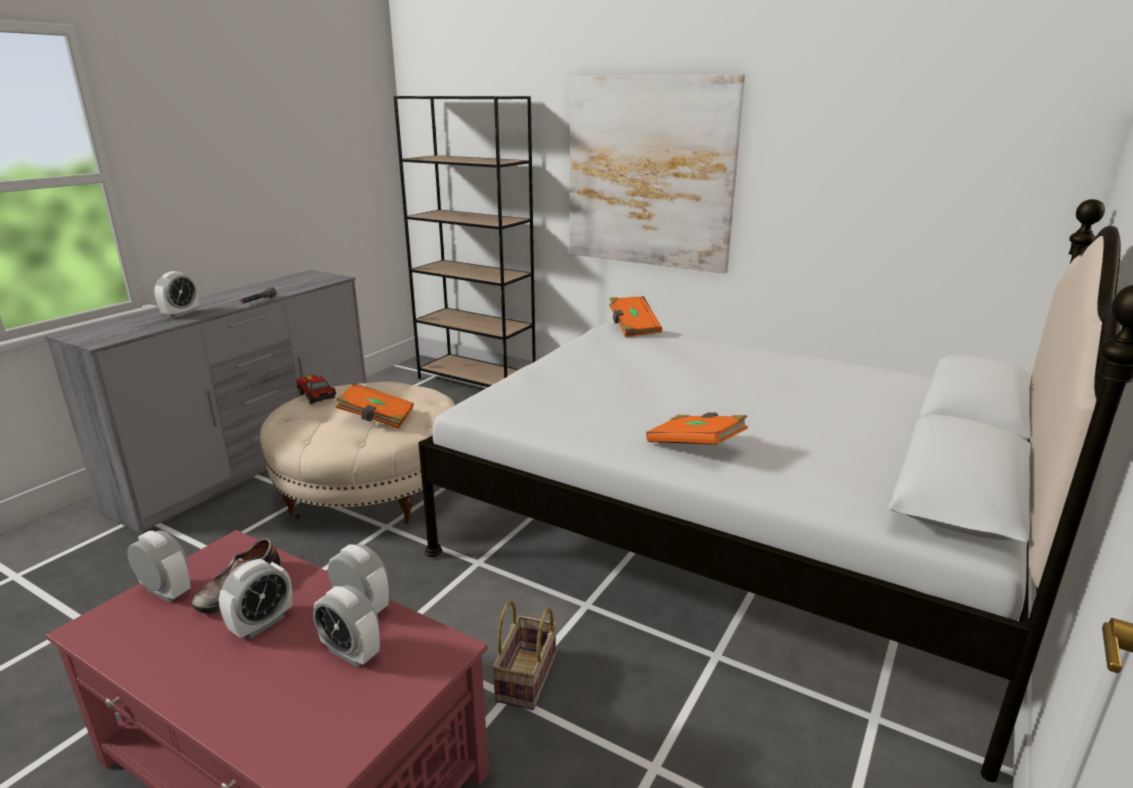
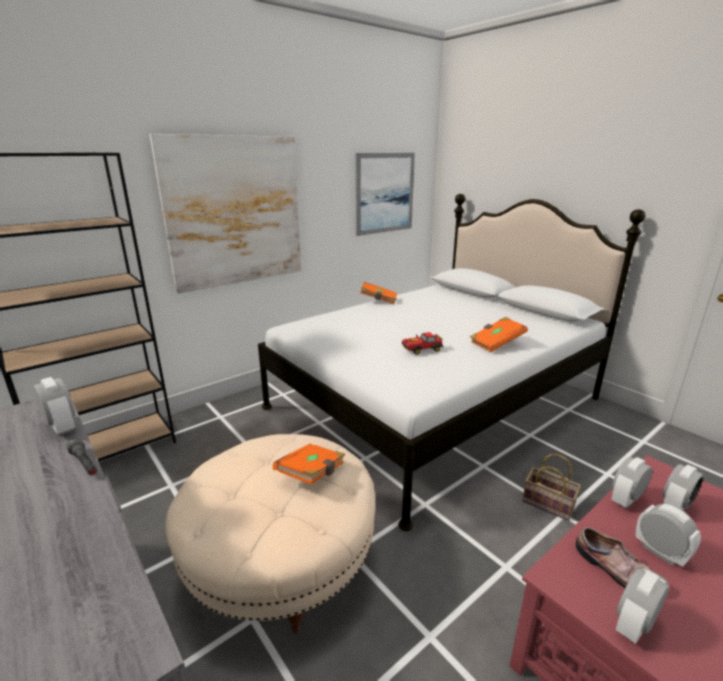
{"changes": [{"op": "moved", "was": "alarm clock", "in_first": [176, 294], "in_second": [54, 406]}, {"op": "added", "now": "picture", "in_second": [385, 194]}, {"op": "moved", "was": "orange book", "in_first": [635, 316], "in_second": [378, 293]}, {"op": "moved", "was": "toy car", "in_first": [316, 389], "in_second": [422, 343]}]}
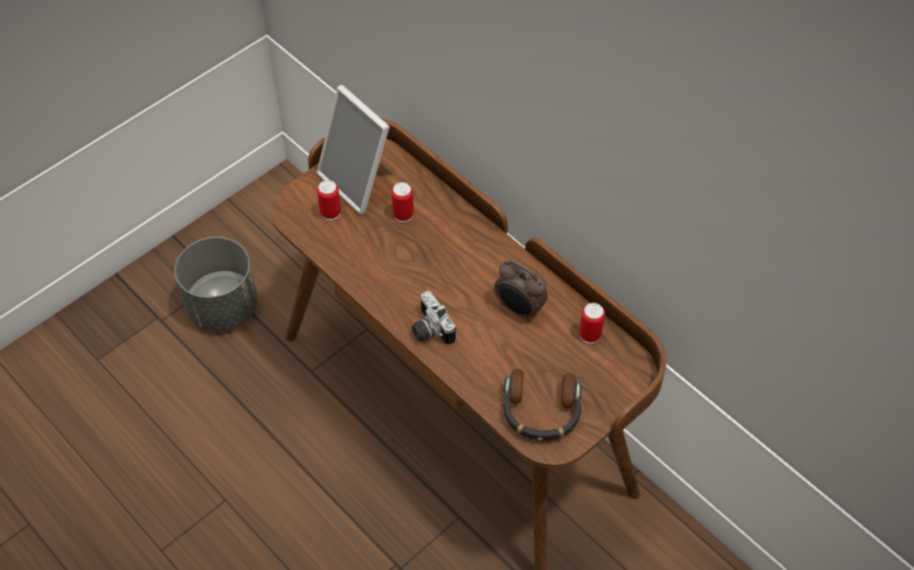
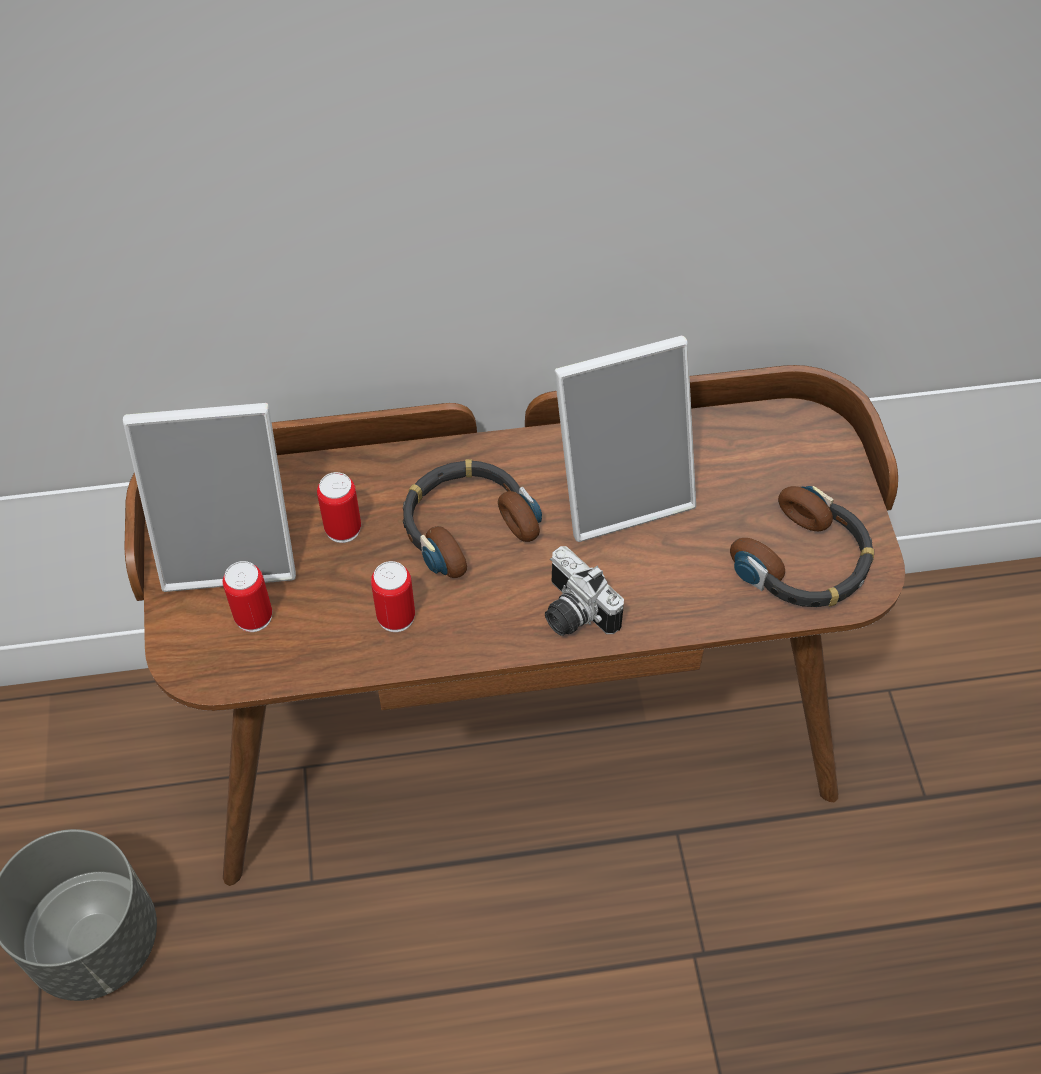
{"changes": [{"op": "moved", "was": "can", "in_first": [592, 323], "in_second": [393, 596]}, {"op": "added", "now": "headphones", "in_second": [472, 518]}, {"op": "turned", "was": "photo camera", "in_first": [433, 318], "in_second": [584, 591], "clockwise": 45}, {"op": "replaced", "was": "alarm clock", "now": "picture frame", "in_first": [521, 290], "in_second": [625, 439]}]}
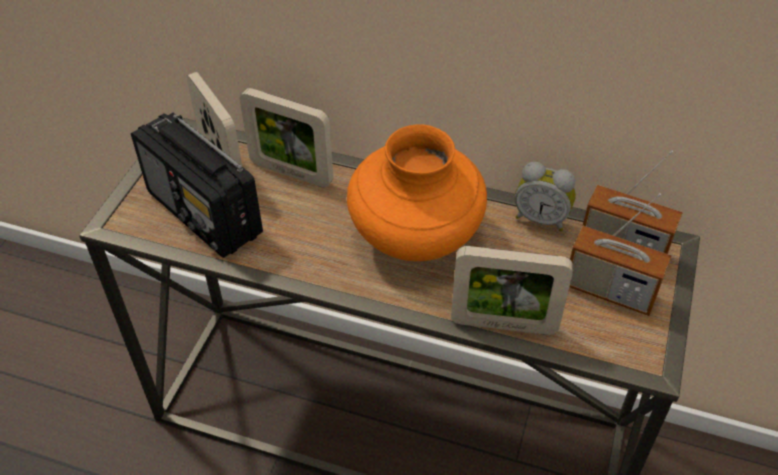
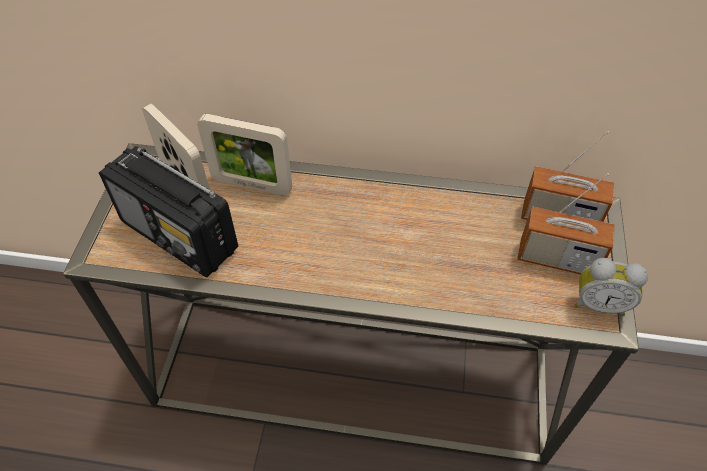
{"changes": [{"op": "moved", "was": "alarm clock", "in_first": [545, 196], "in_second": [611, 287]}, {"op": "removed", "was": "orange vase", "in_first": [417, 193]}, {"op": "removed", "was": "picture frame", "in_first": [511, 290]}]}
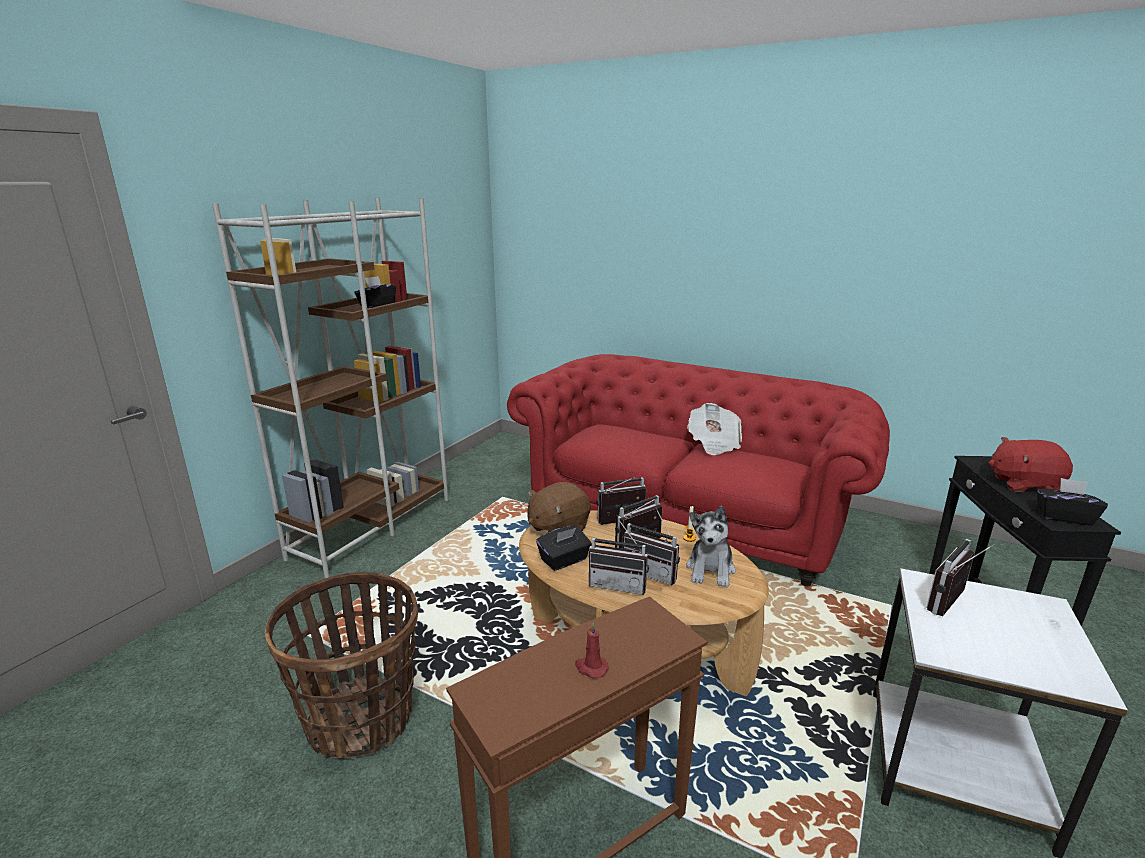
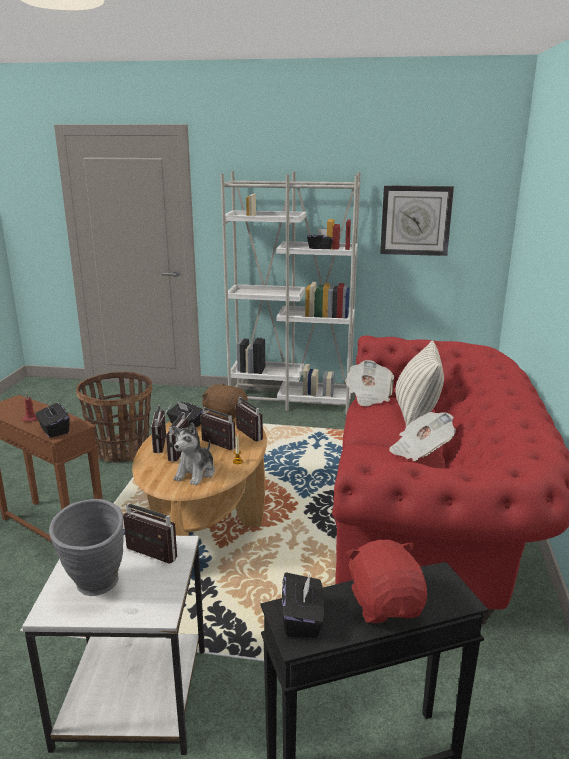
{"changes": [{"op": "added", "now": "black tissue box", "in_second": [52, 420]}, {"op": "added", "now": "grey vase", "in_second": [86, 547]}, {"op": "turned", "was": "plush toy", "in_first": [711, 546], "in_second": [194, 454], "clockwise": -60}, {"op": "recoloured", "was": "brown bookcase", "now": "white bookcase", "in_first": [330, 388], "in_second": [291, 293]}, {"op": "added", "now": "newspaper", "in_second": [369, 383]}, {"op": "added", "now": "wall clock", "in_second": [417, 220]}, {"op": "added", "now": "pillow", "in_second": [419, 383]}]}
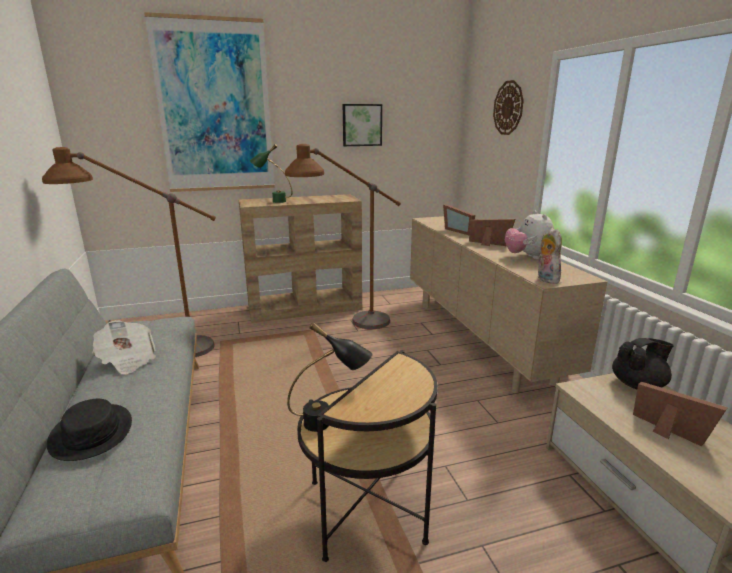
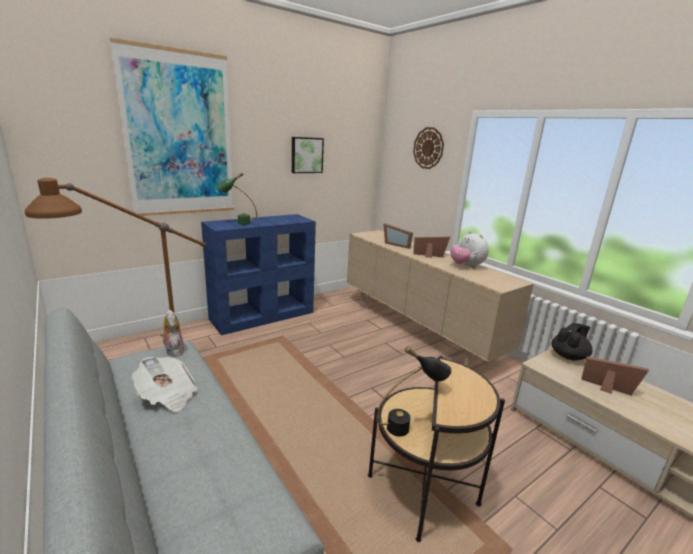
{"changes": [{"op": "moved", "was": "plush toy", "in_first": [550, 256], "in_second": [172, 333]}, {"op": "recoloured", "was": "brown bookcase", "now": "blue bookcase", "in_first": [300, 258], "in_second": [258, 274]}, {"op": "removed", "was": "black hat", "in_first": [89, 430]}, {"op": "removed", "was": "brown floor lamp", "in_first": [343, 236]}]}
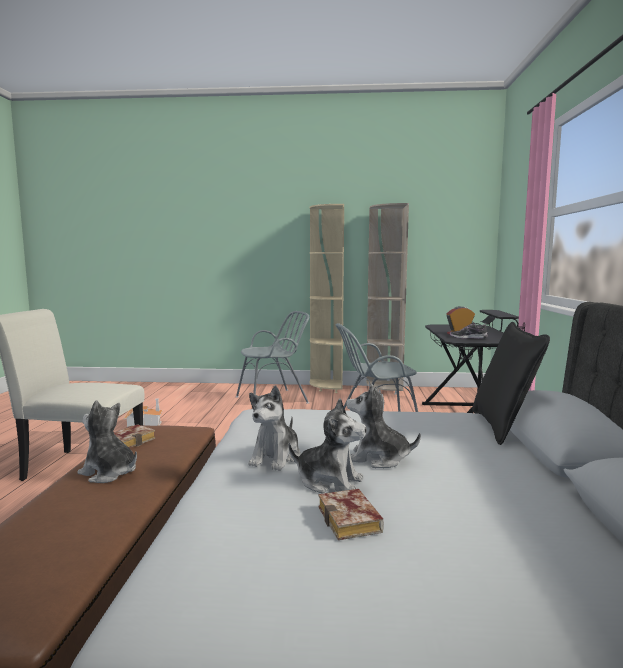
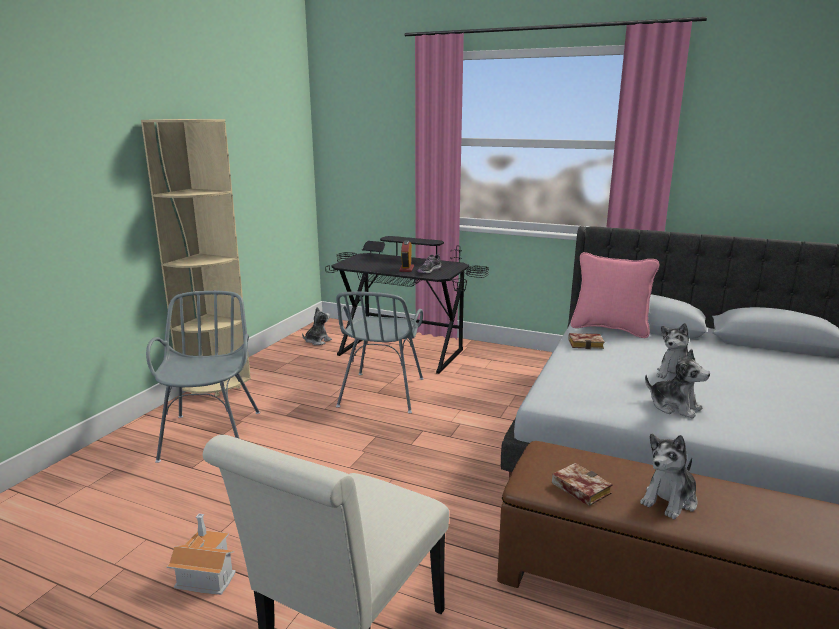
{"changes": [{"op": "moved", "was": "plush toy", "in_first": [327, 446], "in_second": [317, 326]}, {"op": "moved", "was": "book", "in_first": [351, 514], "in_second": [586, 341]}, {"op": "recoloured", "was": "black pillow", "now": "pink pillow", "in_first": [511, 383], "in_second": [615, 295]}, {"op": "removed", "was": "beige bookcase", "in_first": [387, 299]}]}
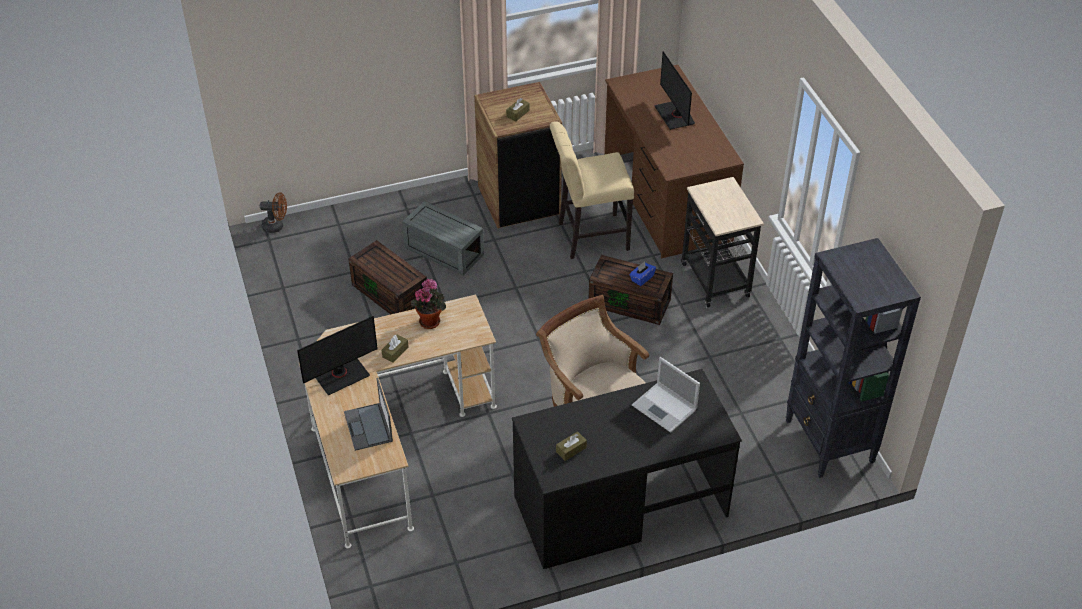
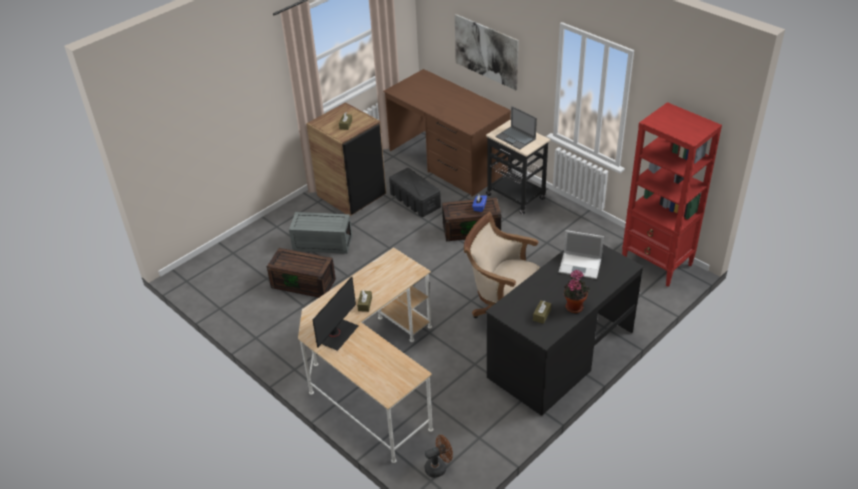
{"changes": [{"op": "replaced", "was": "beige stool", "now": "black storage box", "in_first": [592, 190], "in_second": [415, 192]}, {"op": "moved", "was": "brown fan", "in_first": [273, 212], "in_second": [439, 456]}, {"op": "added", "now": "picture", "in_second": [487, 52]}, {"op": "moved", "was": "laptop", "in_first": [368, 414], "in_second": [516, 127]}, {"op": "moved", "was": "potted plant", "in_first": [428, 303], "in_second": [577, 291]}, {"op": "recoloured", "was": "black bookcase", "now": "red bookcase", "in_first": [853, 358], "in_second": [672, 194]}, {"op": "removed", "was": "monitor", "in_first": [674, 91]}]}
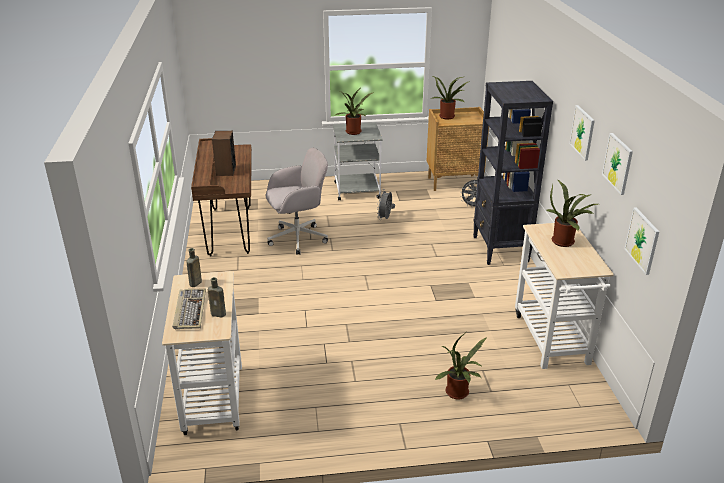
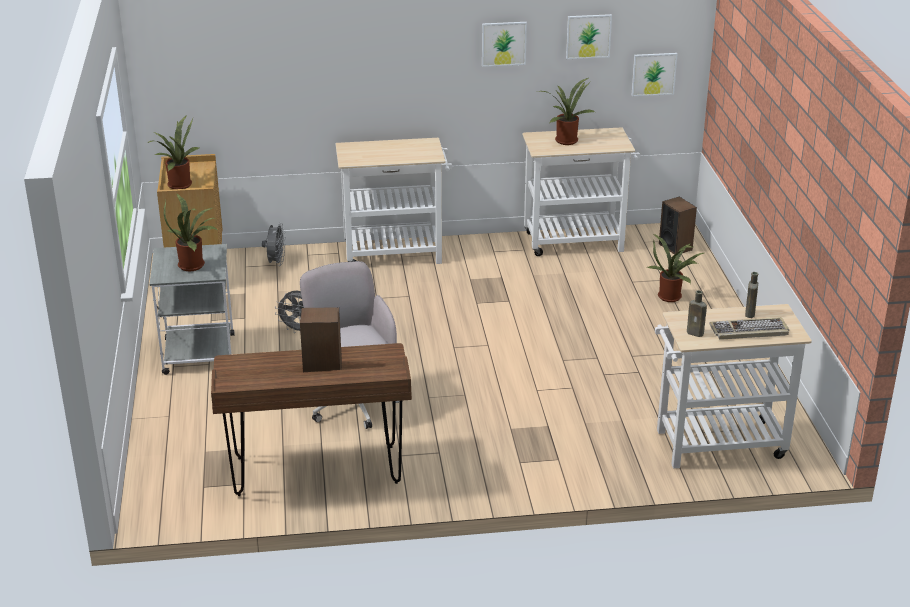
{"changes": [{"op": "replaced", "was": "black bookcase", "now": "white cart", "in_first": [513, 173], "in_second": [394, 201]}, {"op": "added", "now": "speaker", "in_second": [678, 226]}]}
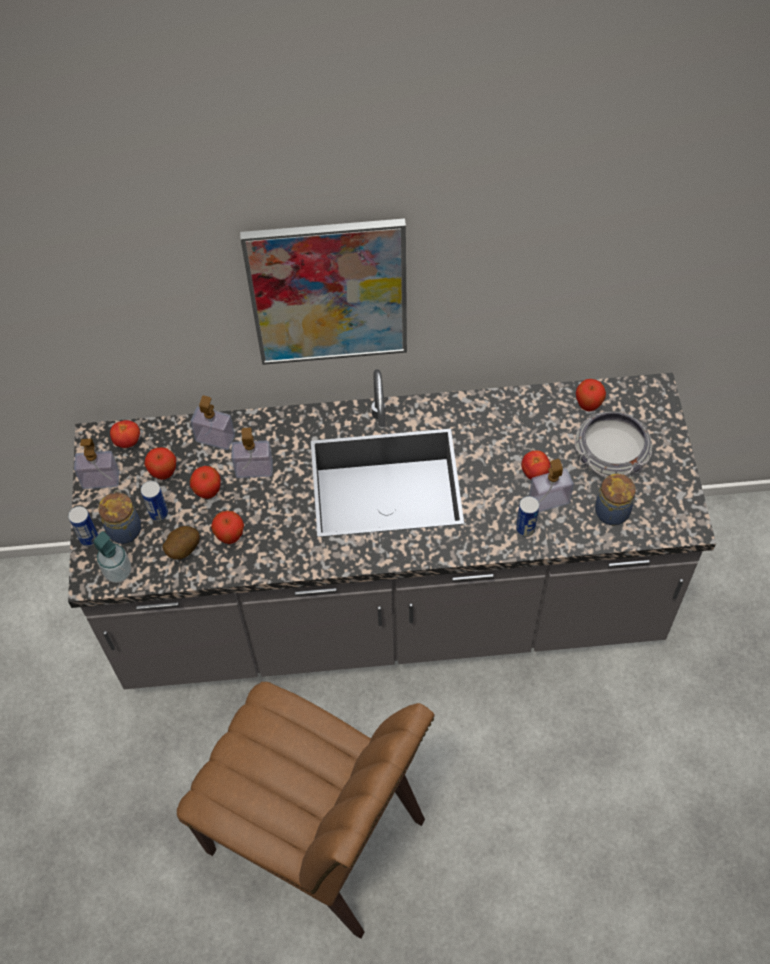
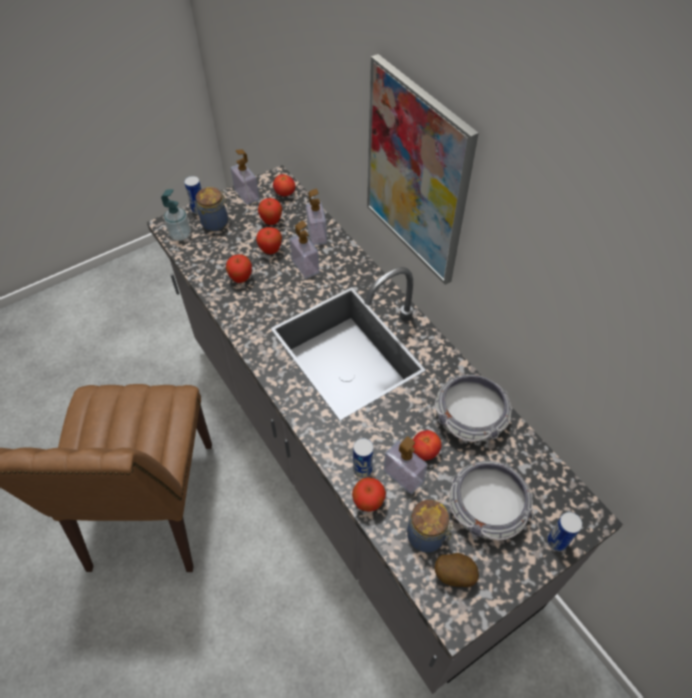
{"changes": [{"op": "moved", "was": "apple", "in_first": [591, 395], "in_second": [369, 495]}, {"op": "moved", "was": "potato", "in_first": [181, 543], "in_second": [456, 570]}, {"op": "added", "now": "bowl", "in_second": [473, 408]}, {"op": "moved", "was": "can", "in_first": [154, 501], "in_second": [564, 531]}]}
